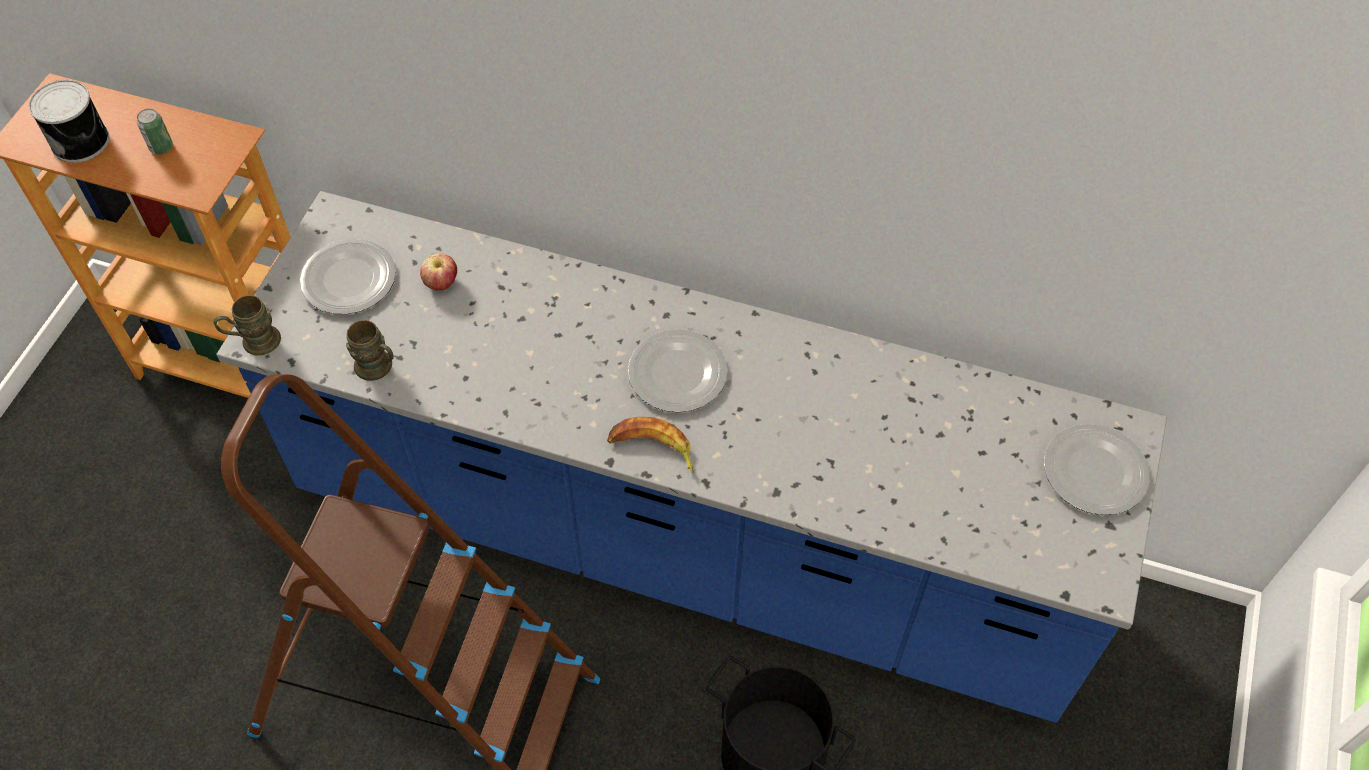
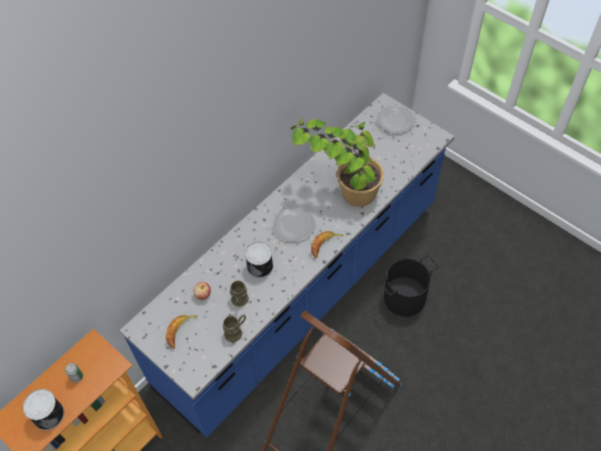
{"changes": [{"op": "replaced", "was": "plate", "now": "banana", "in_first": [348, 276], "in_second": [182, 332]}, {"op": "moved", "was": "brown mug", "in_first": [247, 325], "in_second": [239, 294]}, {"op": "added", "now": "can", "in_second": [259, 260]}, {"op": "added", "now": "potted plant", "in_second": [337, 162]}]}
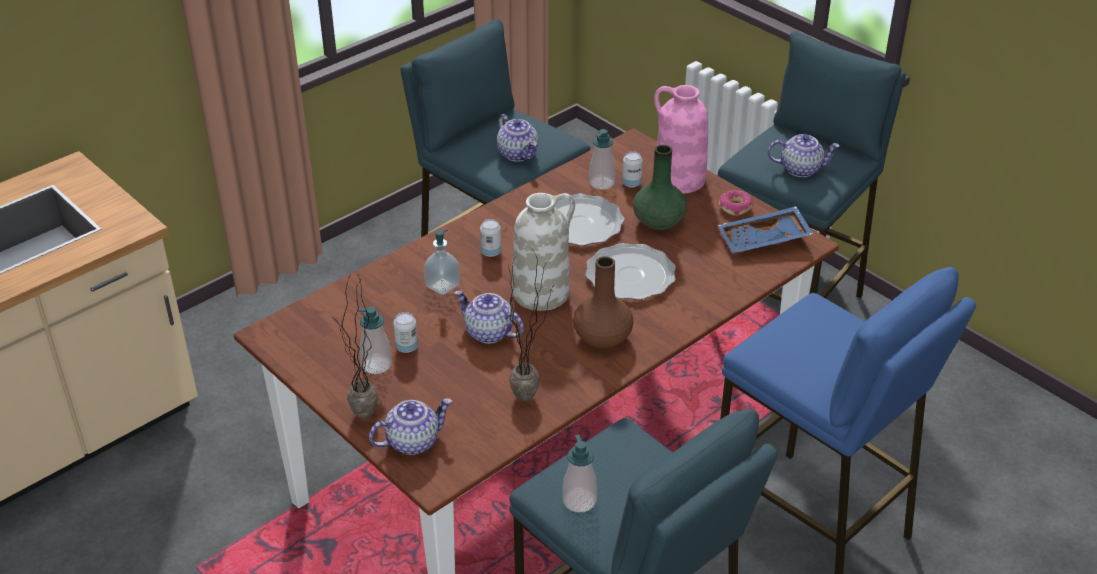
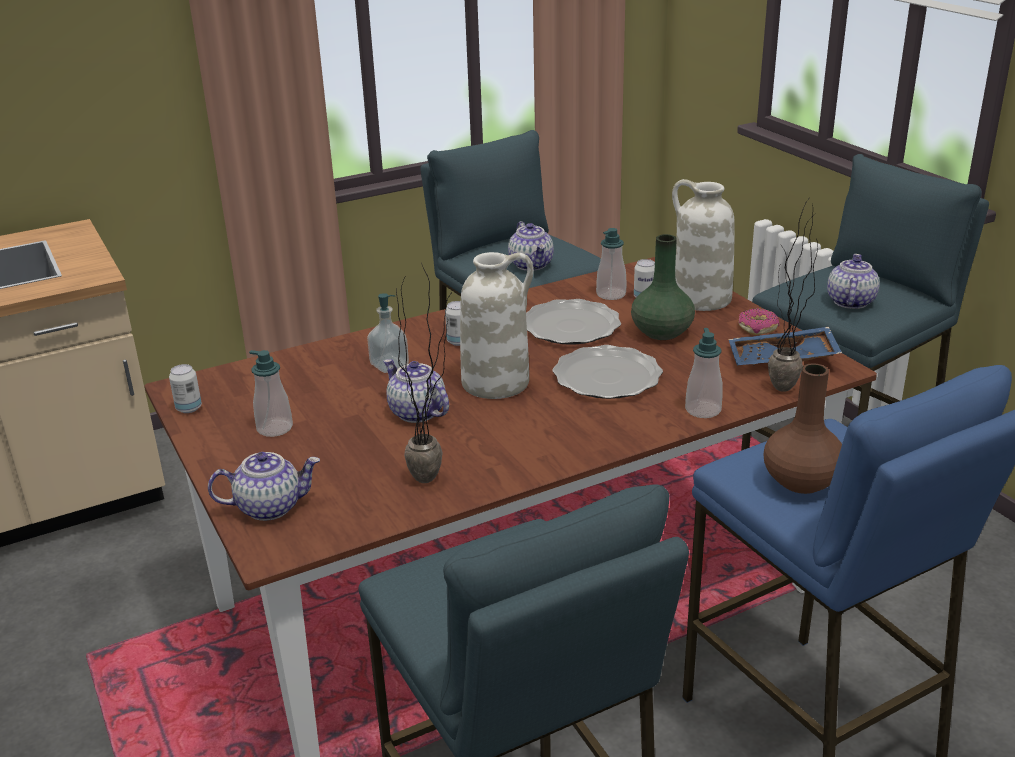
{"changes": [{"op": "moved", "was": "can", "in_first": [405, 332], "in_second": [185, 388]}, {"op": "recoloured", "was": "pink vase", "now": "white vase", "in_first": [681, 139], "in_second": [703, 245]}, {"op": "moved", "was": "soap dispenser", "in_first": [580, 473], "in_second": [704, 373]}, {"op": "moved", "was": "brown vase", "in_first": [603, 302], "in_second": [803, 428]}, {"op": "moved", "was": "potted plant", "in_first": [357, 346], "in_second": [793, 296]}, {"op": "turned", "was": "teapot", "in_first": [804, 155], "in_second": [853, 281], "clockwise": -90}]}
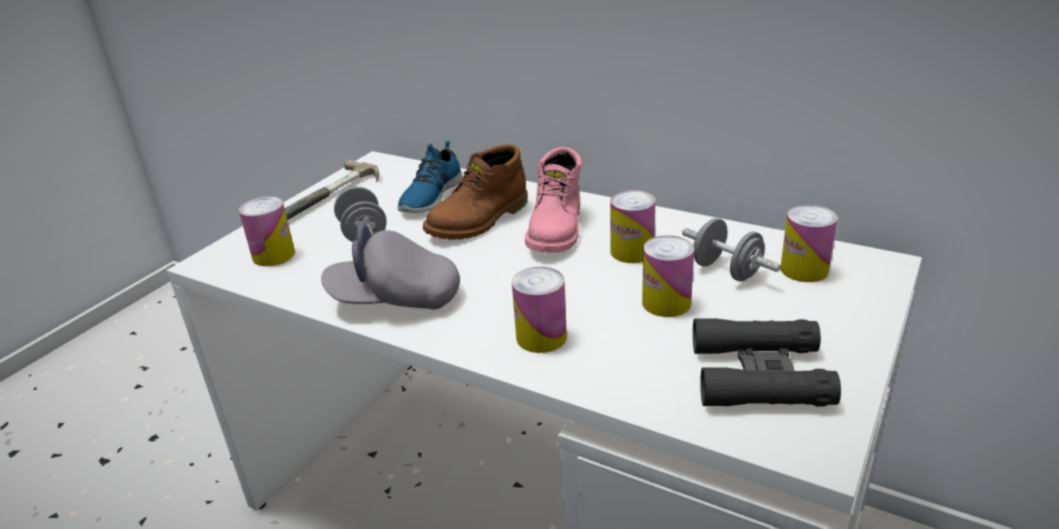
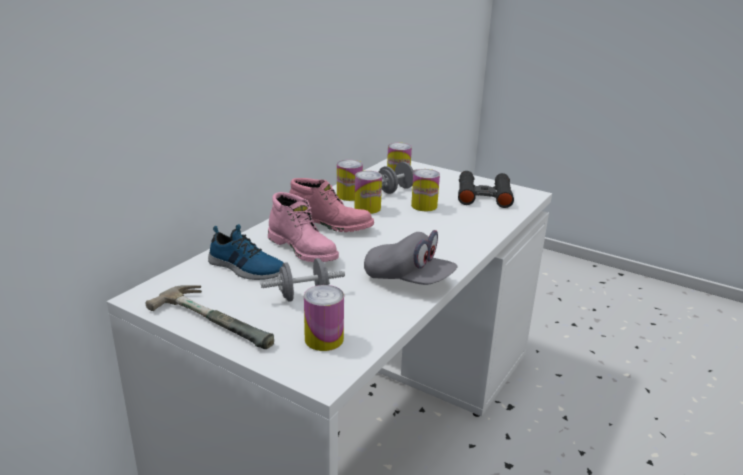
{"changes": [{"op": "recoloured", "was": "brown boot", "now": "pink boot", "in_first": [475, 191], "in_second": [303, 227]}, {"op": "moved", "was": "can", "in_first": [539, 310], "in_second": [350, 180]}, {"op": "turned", "was": "grey cap", "in_first": [390, 266], "in_second": [411, 257], "clockwise": -60}]}
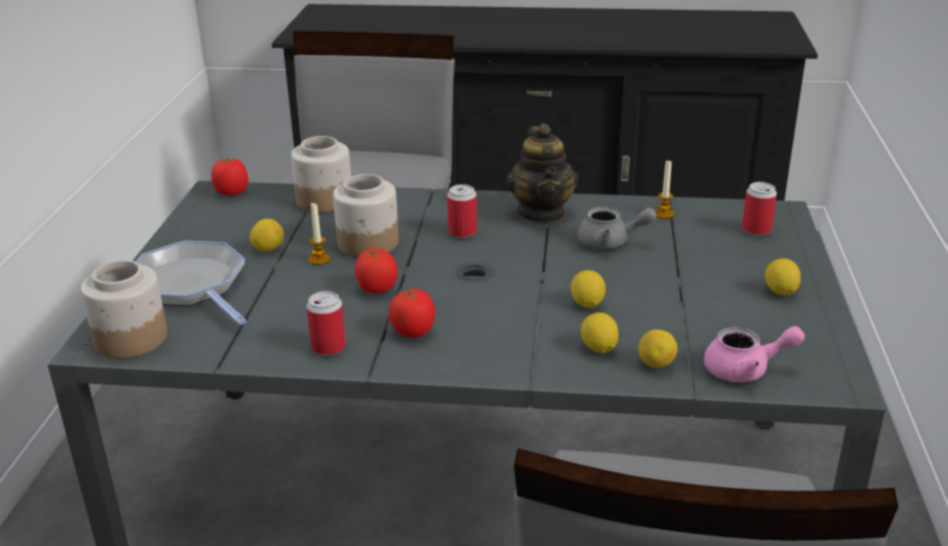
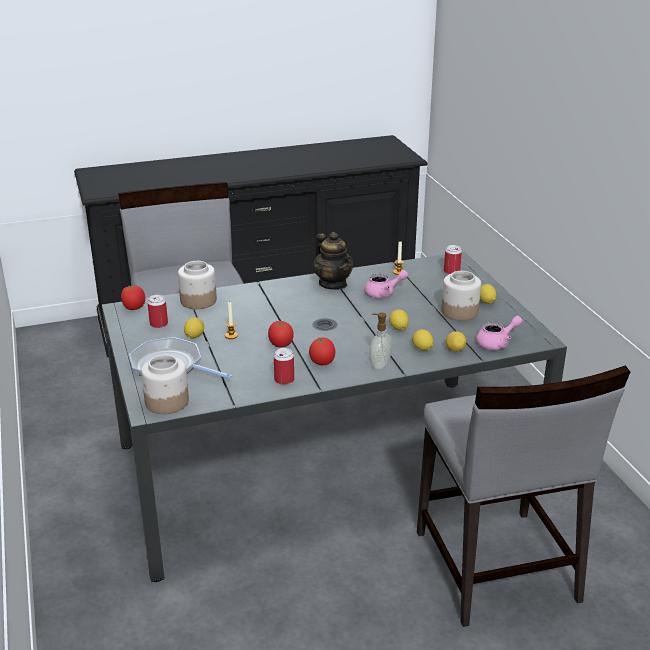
{"changes": [{"op": "moved", "was": "can", "in_first": [462, 211], "in_second": [157, 311]}, {"op": "recoloured", "was": "grey teapot", "now": "pink teapot", "in_first": [617, 228], "in_second": [386, 284]}, {"op": "added", "now": "soap dispenser", "in_second": [380, 341]}, {"op": "moved", "was": "jar", "in_first": [366, 215], "in_second": [461, 296]}]}
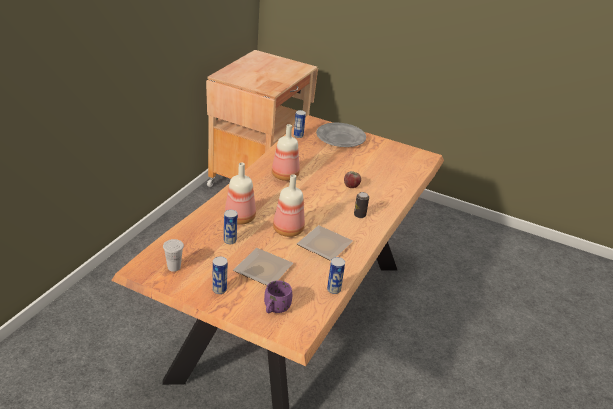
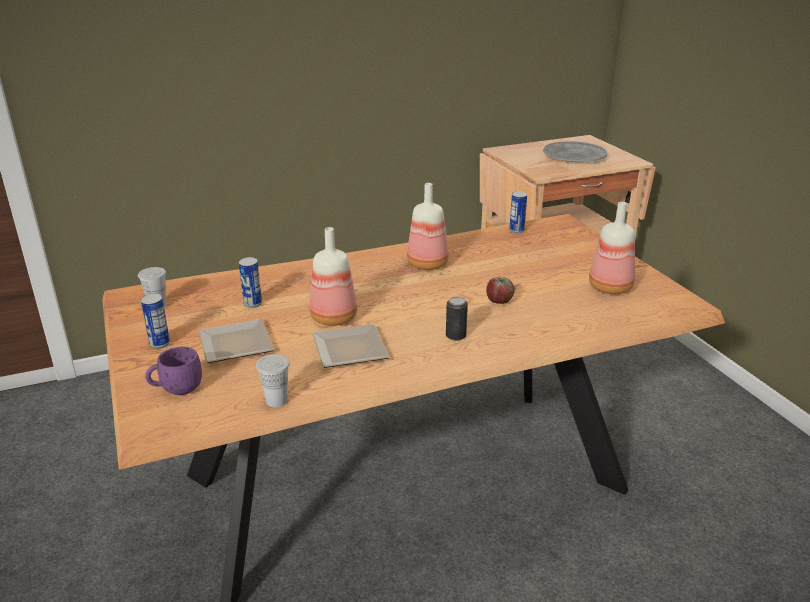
{"changes": [{"op": "replaced", "was": "can", "now": "white cup", "in_first": [336, 275], "in_second": [273, 380]}, {"op": "moved", "was": "grey plate", "in_first": [341, 135], "in_second": [575, 151]}, {"op": "moved", "was": "bottle", "in_first": [240, 193], "in_second": [612, 248]}]}
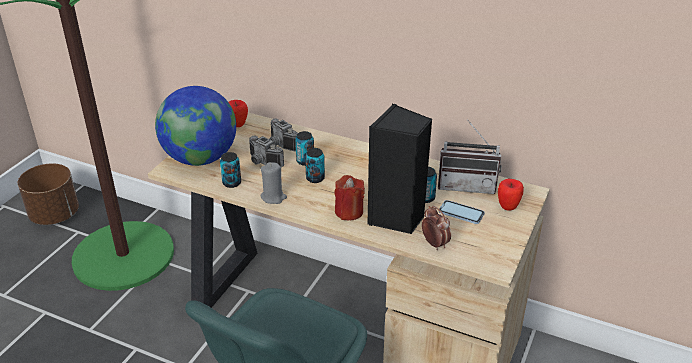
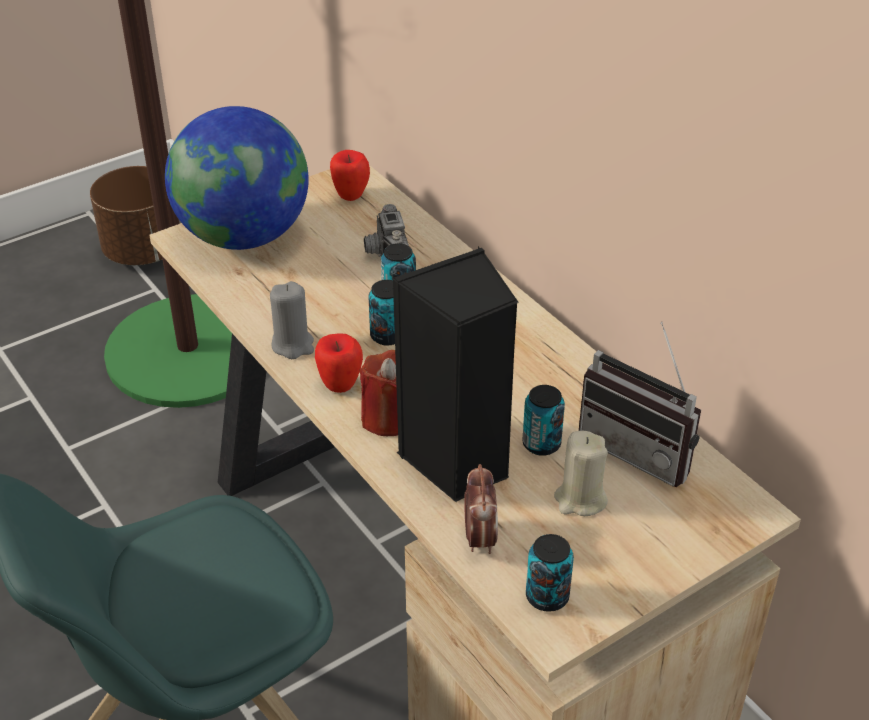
{"changes": [{"op": "moved", "was": "apple", "in_first": [511, 194], "in_second": [339, 363]}, {"op": "moved", "was": "can", "in_first": [230, 170], "in_second": [550, 573]}, {"op": "replaced", "was": "phone", "now": "beige candle", "in_first": [462, 212], "in_second": [581, 473]}, {"op": "removed", "was": "photo camera", "in_first": [266, 151]}]}
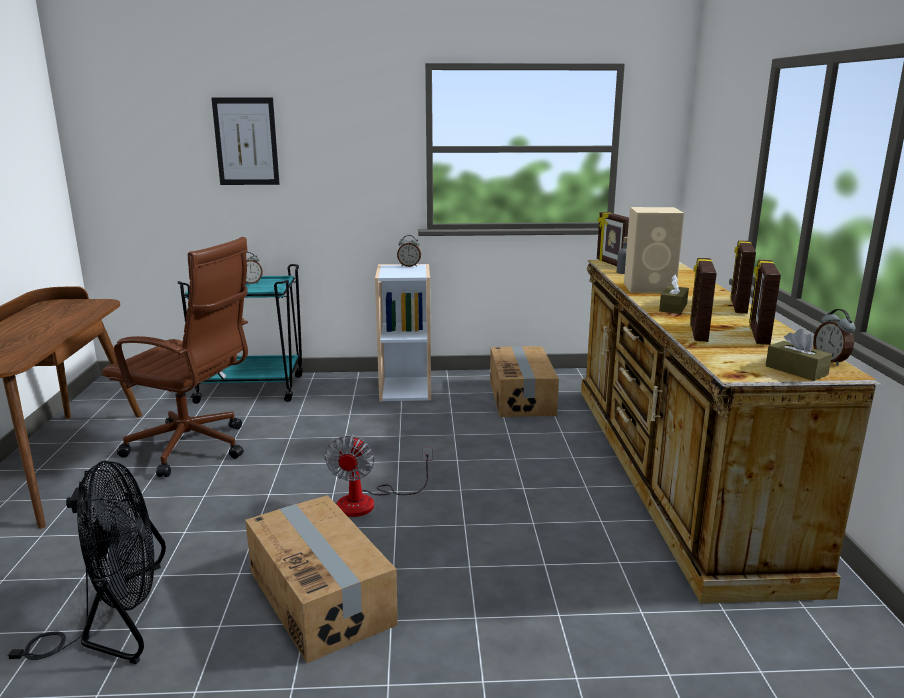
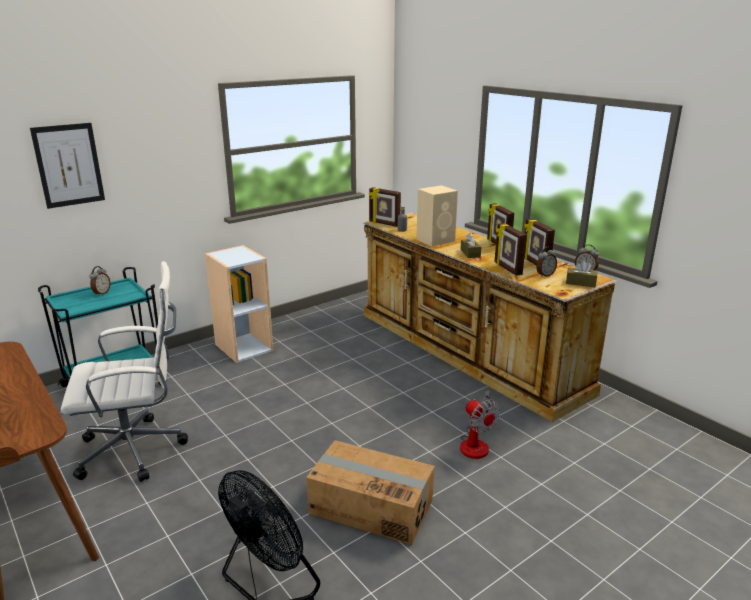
{"changes": [{"op": "recoloured", "was": "brown office chair", "now": "white office chair", "in_first": [175, 357], "in_second": [124, 371]}, {"op": "moved", "was": "fan", "in_first": [378, 476], "in_second": [480, 424]}, {"op": "moved", "was": "alarm clock", "in_first": [409, 251], "in_second": [546, 262]}, {"op": "removed", "was": "cardboard box", "in_first": [524, 381]}]}
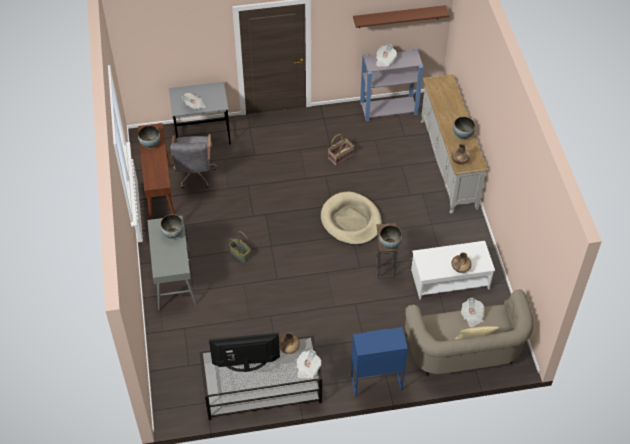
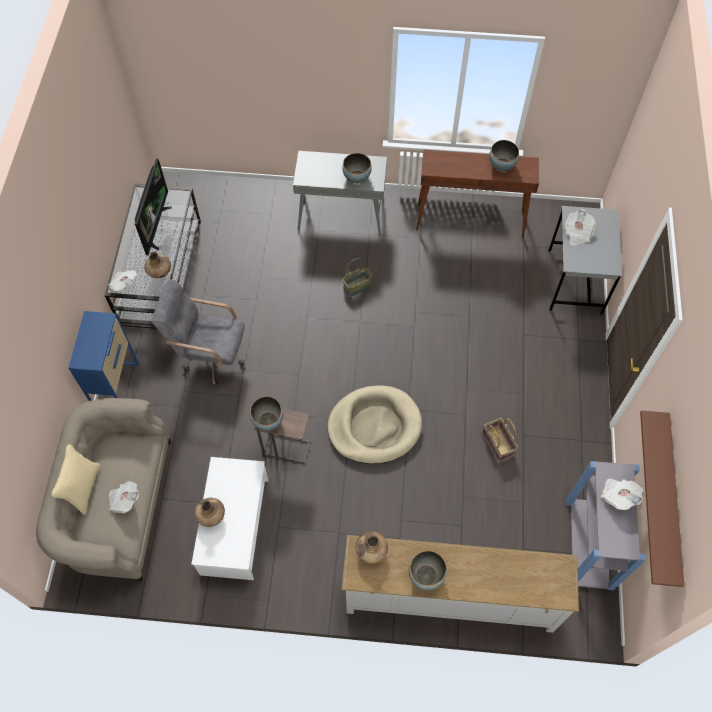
{"changes": [{"op": "moved", "was": "grey office chair", "in_first": [193, 161], "in_second": [198, 332]}]}
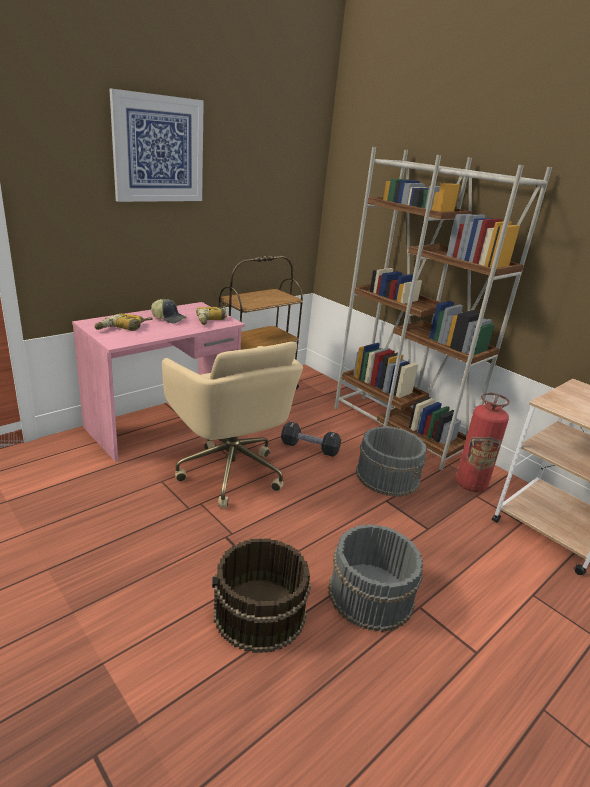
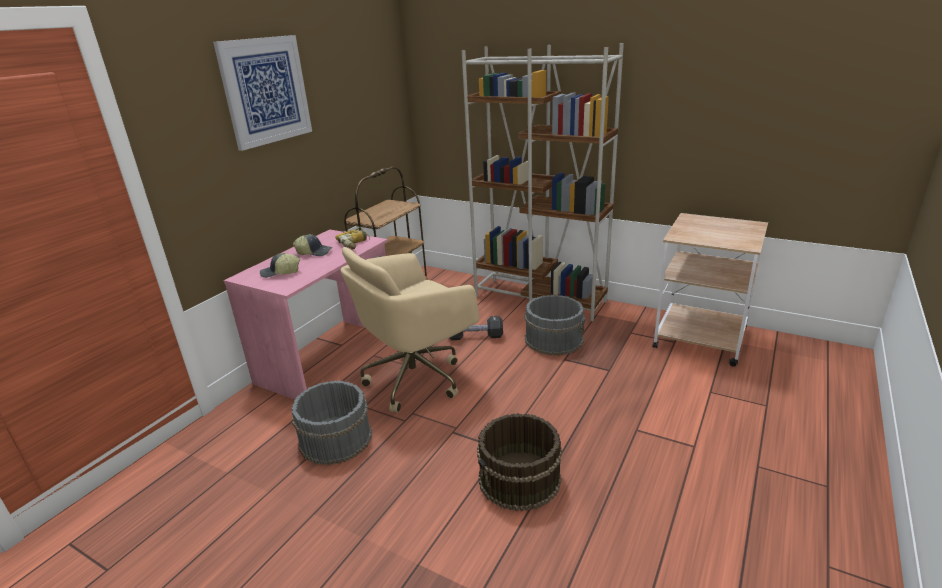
{"changes": [{"op": "replaced", "was": "power drill", "now": "cap", "in_first": [123, 322], "in_second": [280, 265]}, {"op": "moved", "was": "grey bucket", "in_first": [375, 578], "in_second": [332, 422]}, {"op": "turned", "was": "beige office chair", "in_first": [232, 425], "in_second": [409, 330], "clockwise": 105}, {"op": "removed", "was": "fire extinguisher", "in_first": [483, 442]}]}
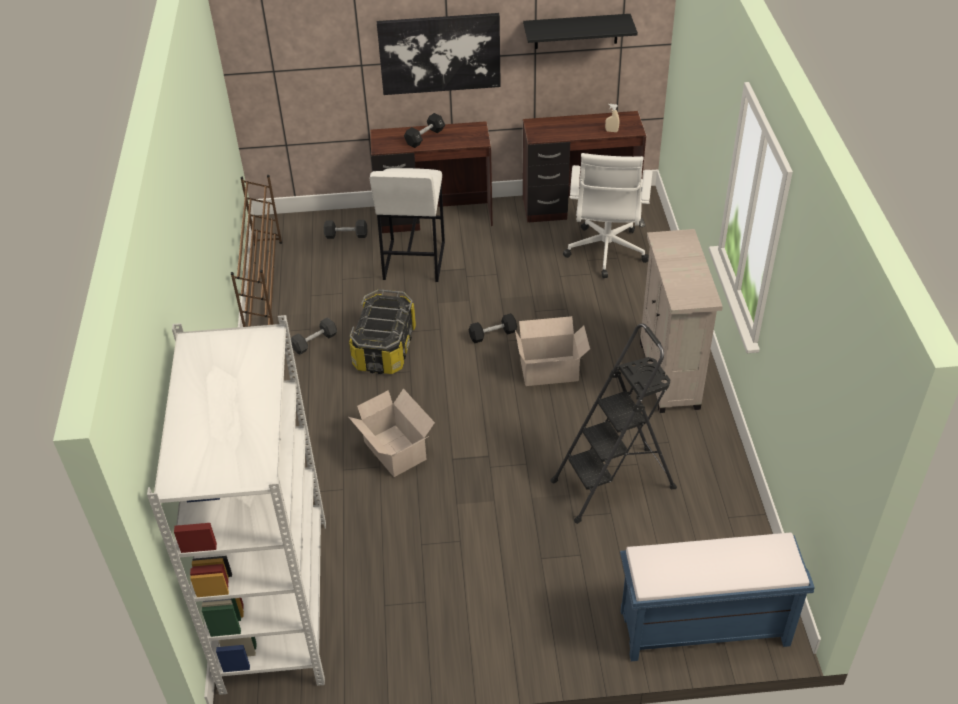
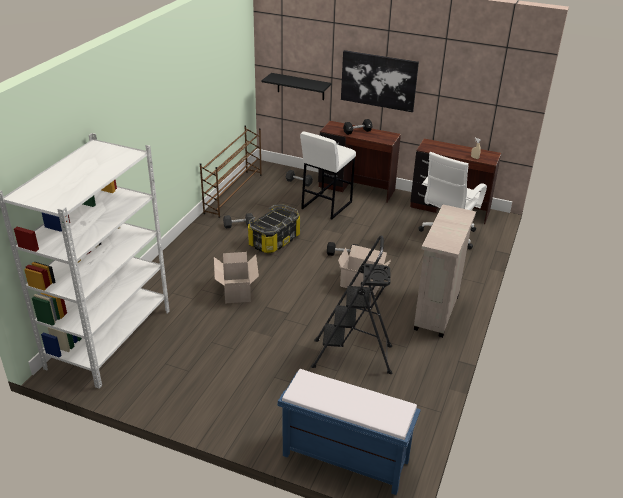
{"changes": [{"op": "moved", "was": "black shelf", "in_first": [580, 31], "in_second": [296, 86]}]}
